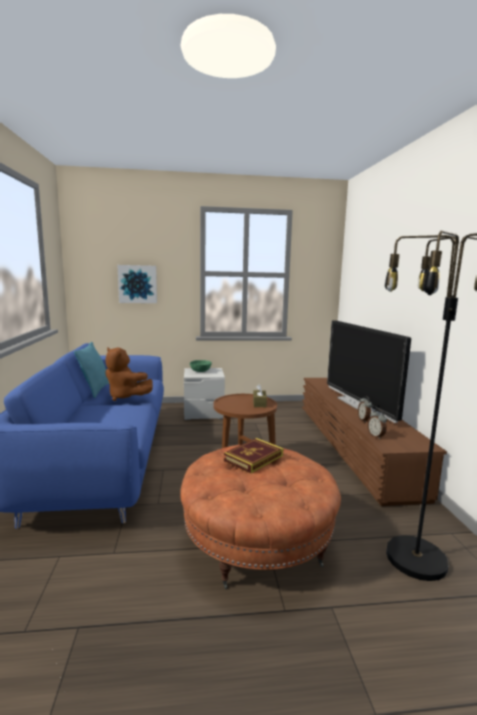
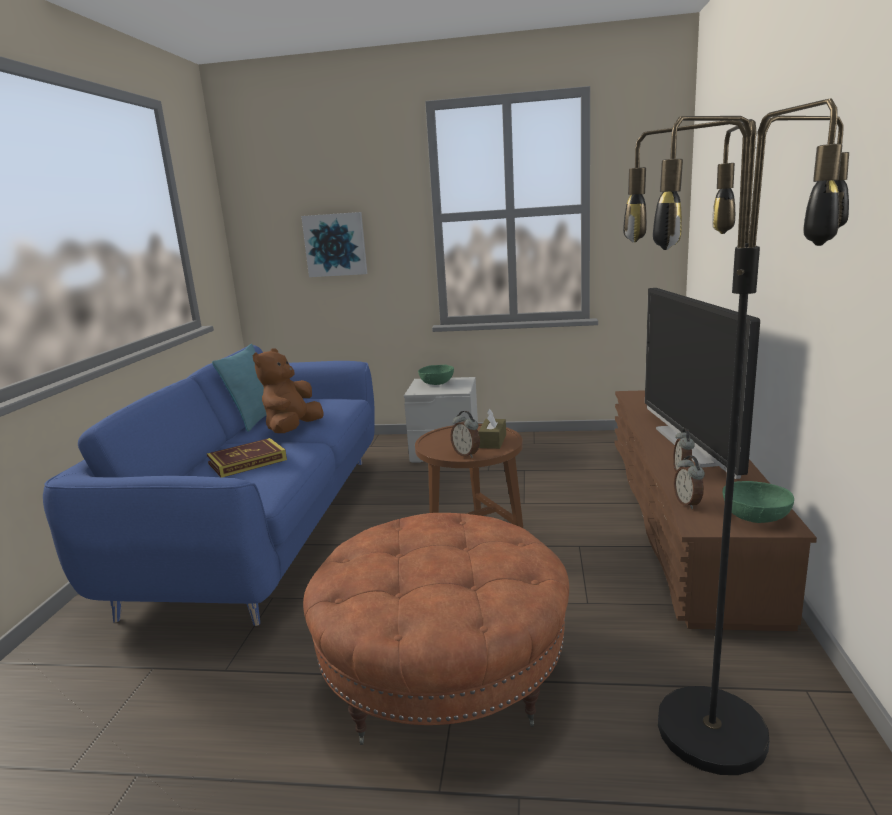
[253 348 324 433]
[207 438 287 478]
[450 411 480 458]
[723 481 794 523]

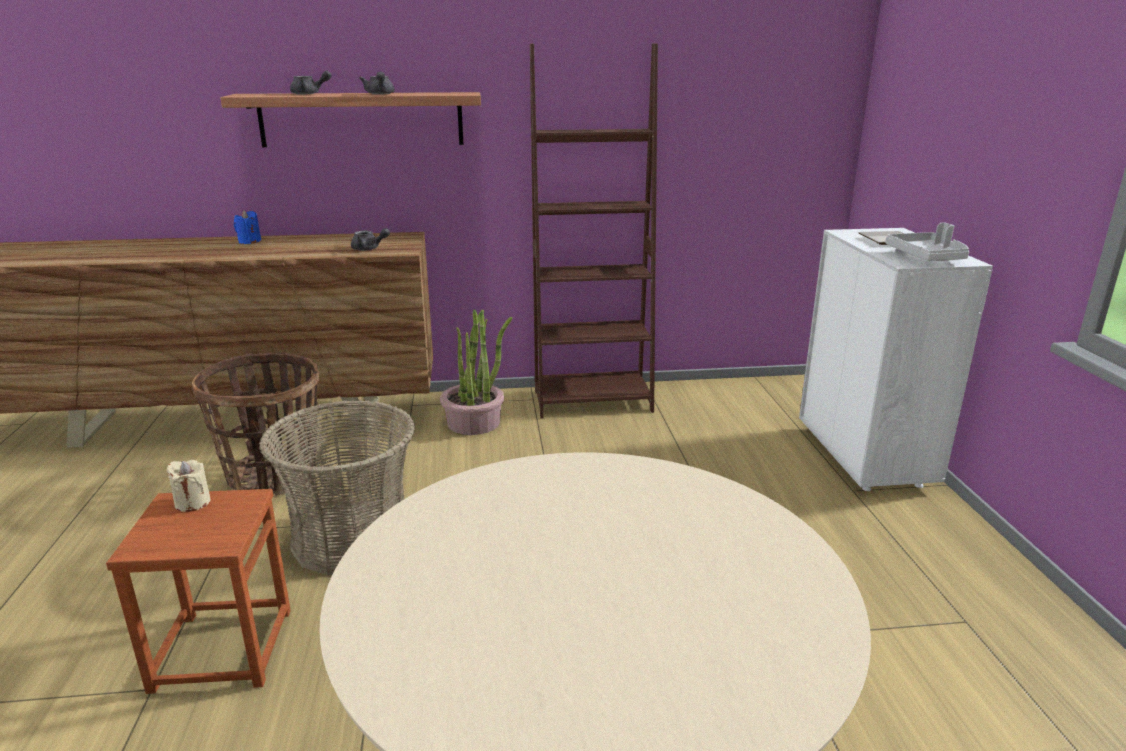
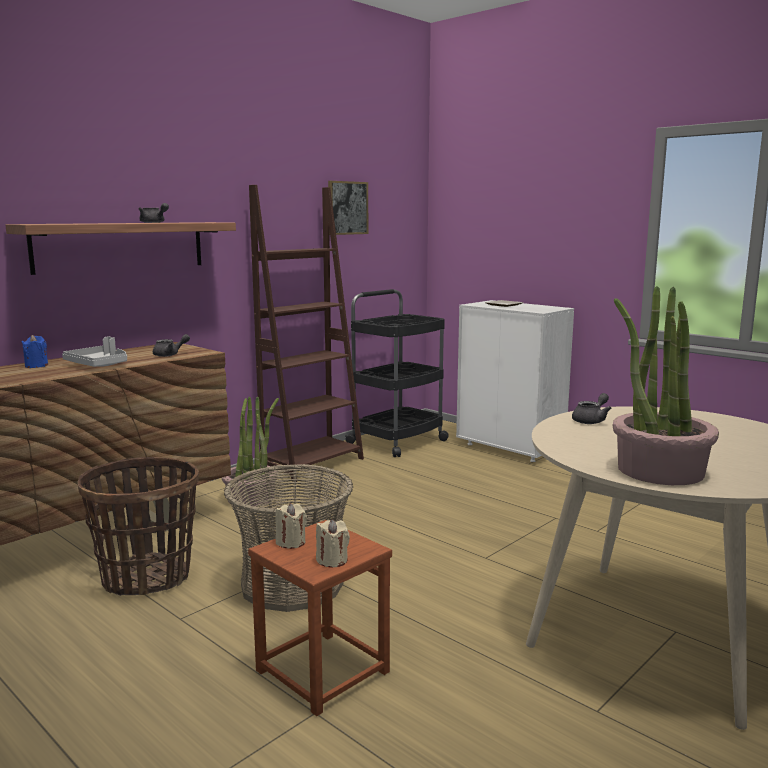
[572 393 611 424]
[62 337 127 367]
[328 181 368 235]
[613 286 719 485]
[346 289 449 457]
[316 519 350 567]

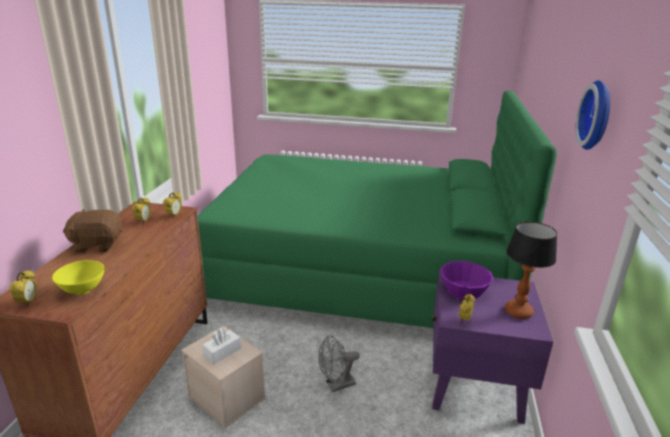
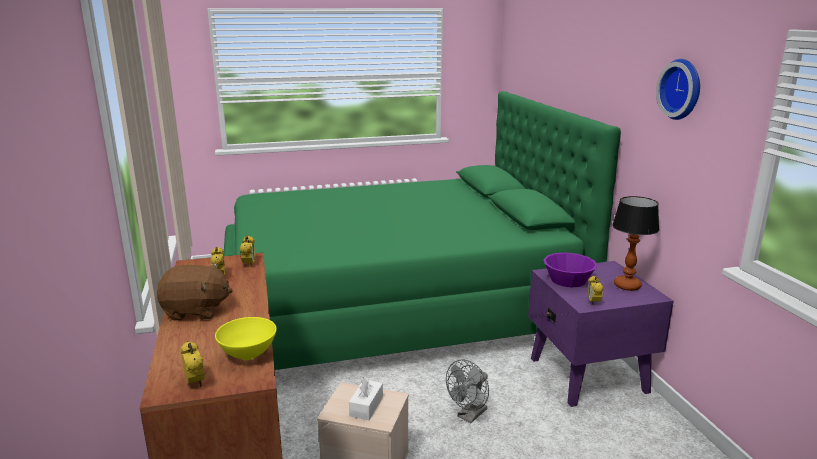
[157 263 233 321]

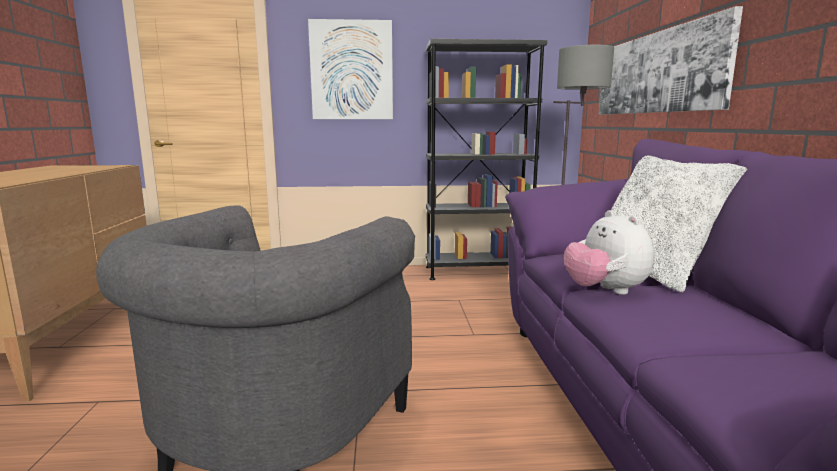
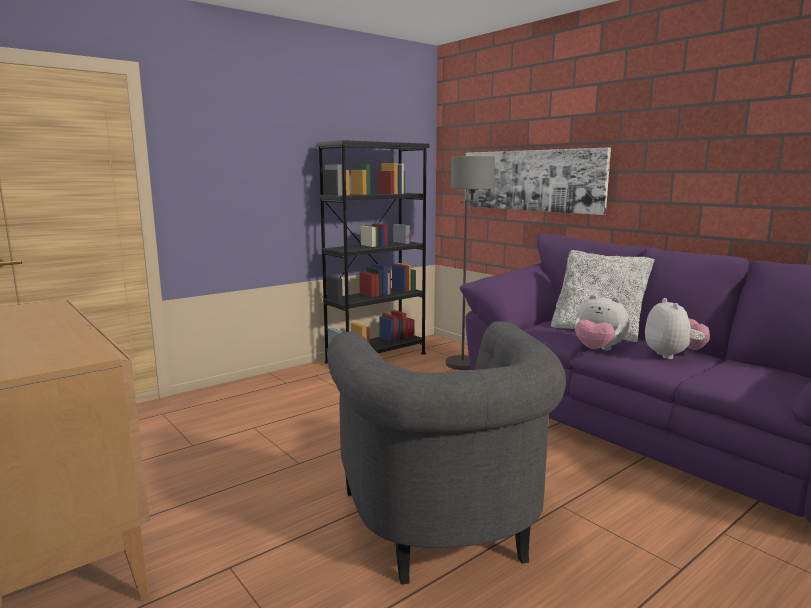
[308 19 393 119] (first image)
[645 298 710 359]

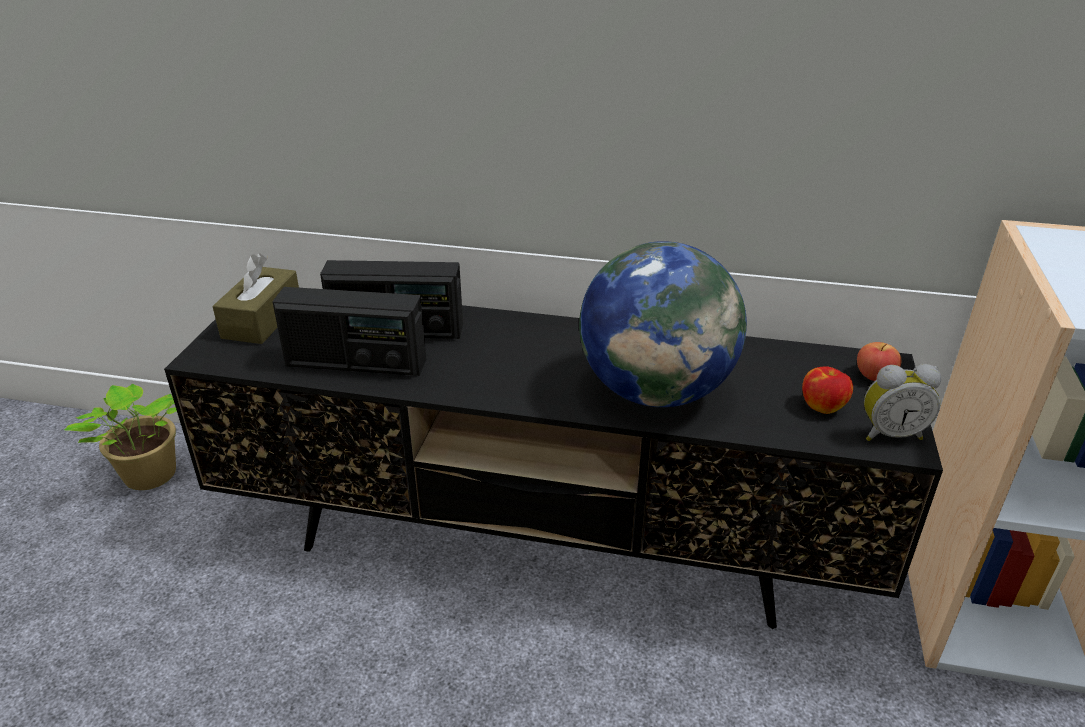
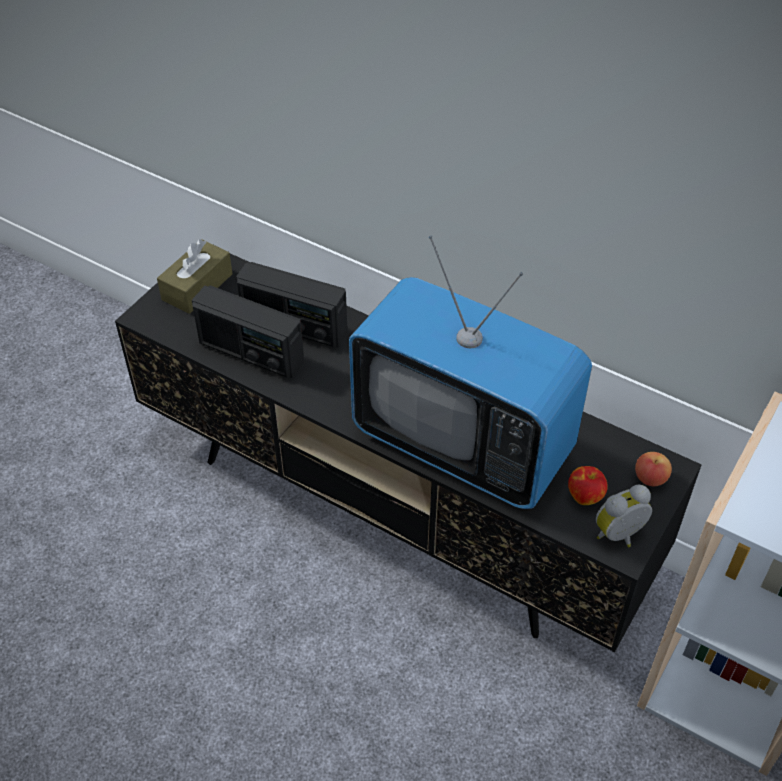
[349 236 592 509]
[596 484 652 547]
[64 384 177 490] (first image)

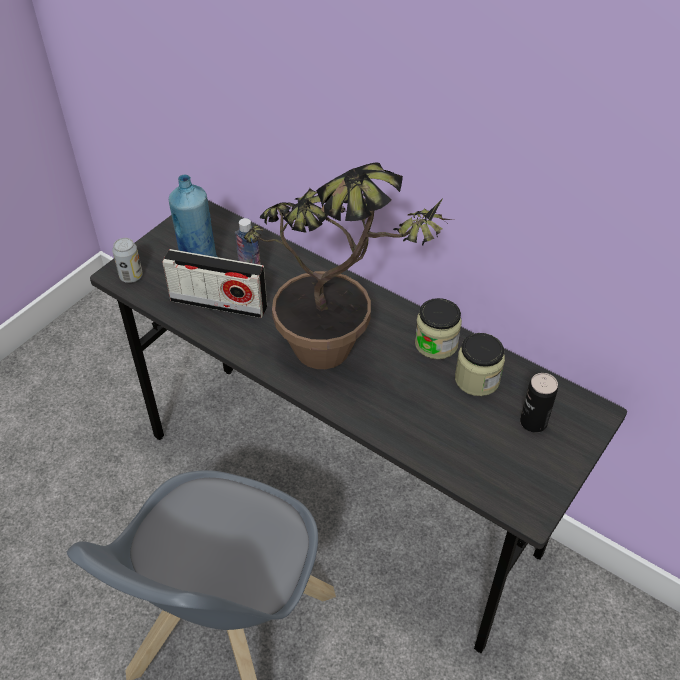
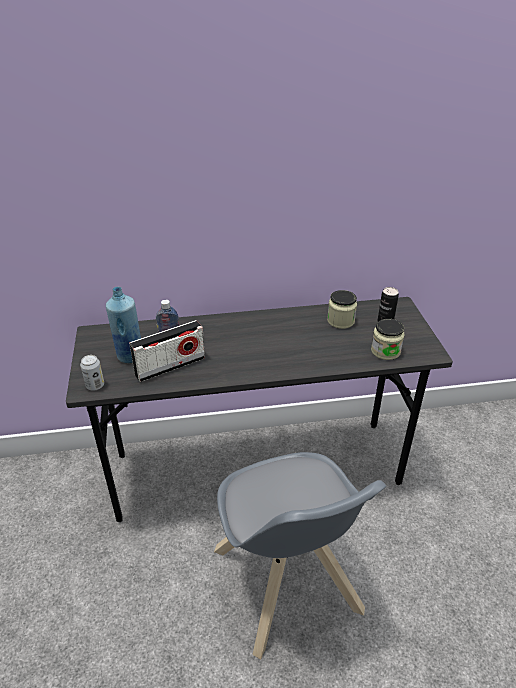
[244 163 454 369] (first image)
[371 319 405 360]

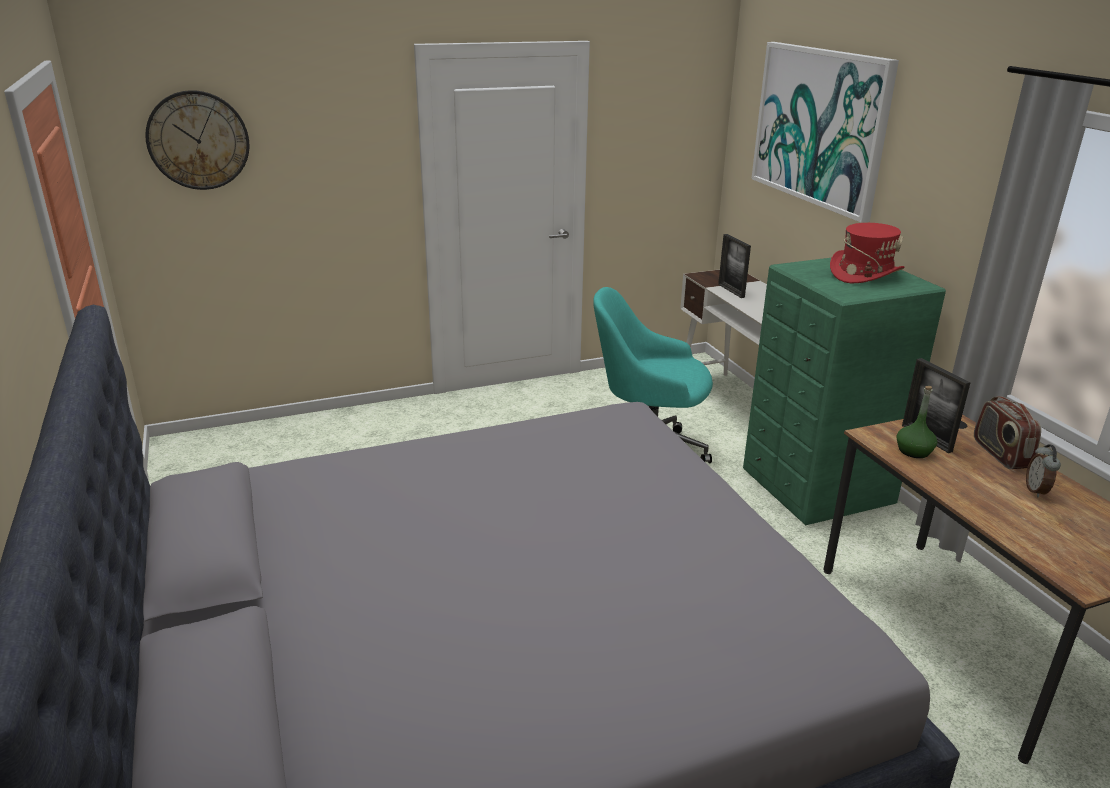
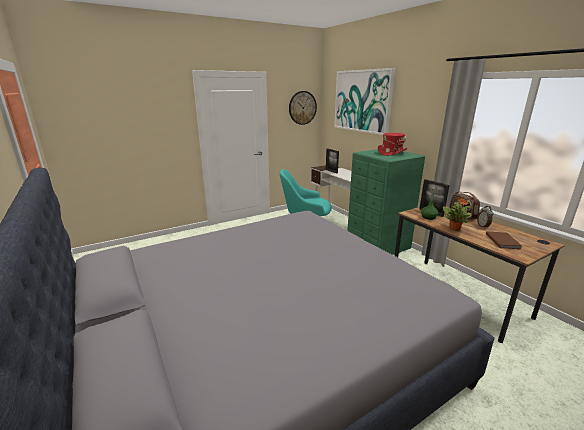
[289 91 317 125]
[443 197 472 231]
[486 232 522 249]

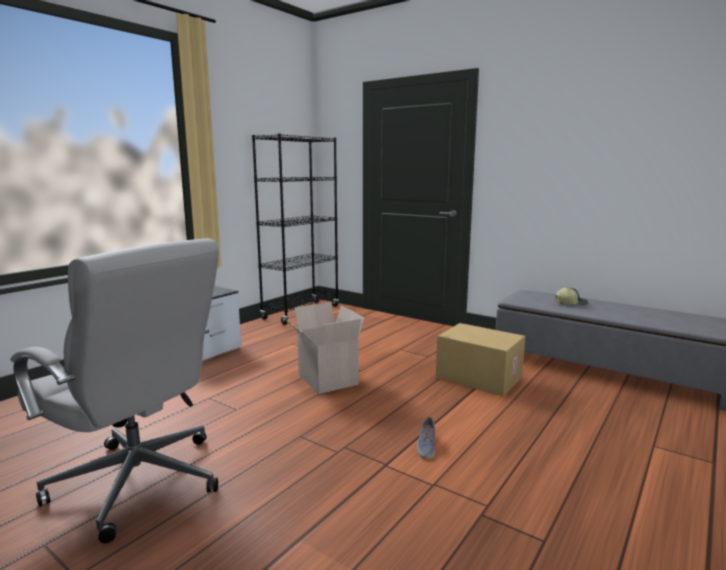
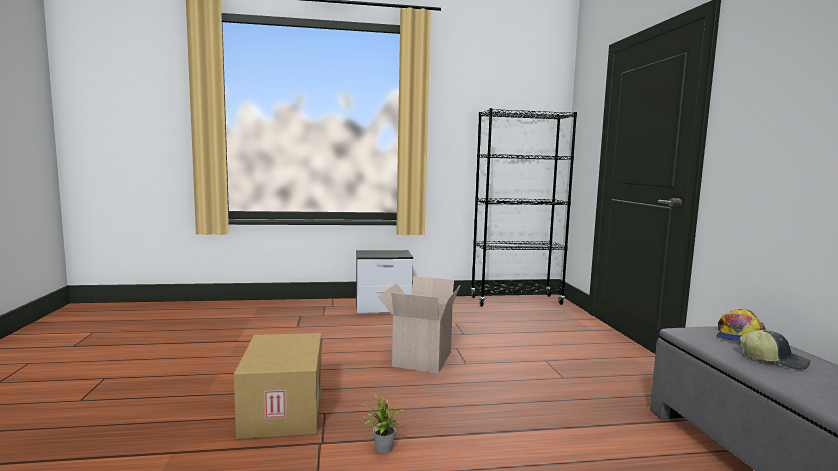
[10 238 219 543] (first image)
[234 333 322 439]
[363 393 405 453]
[716 309 766 341]

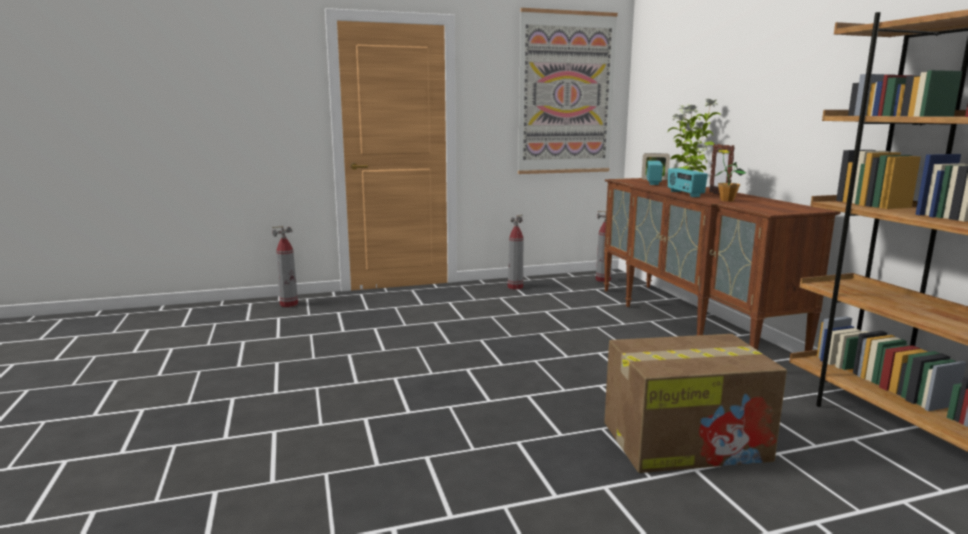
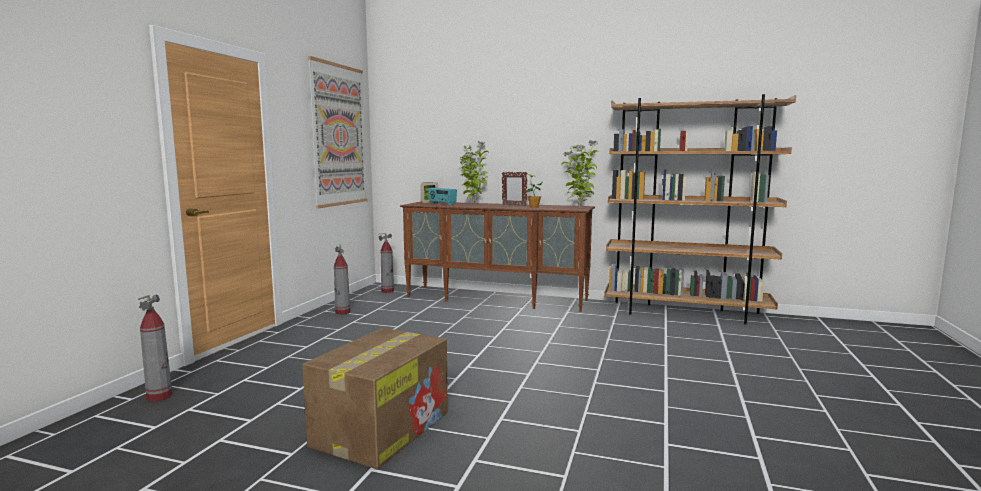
[668 168 708 197] (first image)
[302 328 448 469]
[561 140 599 207]

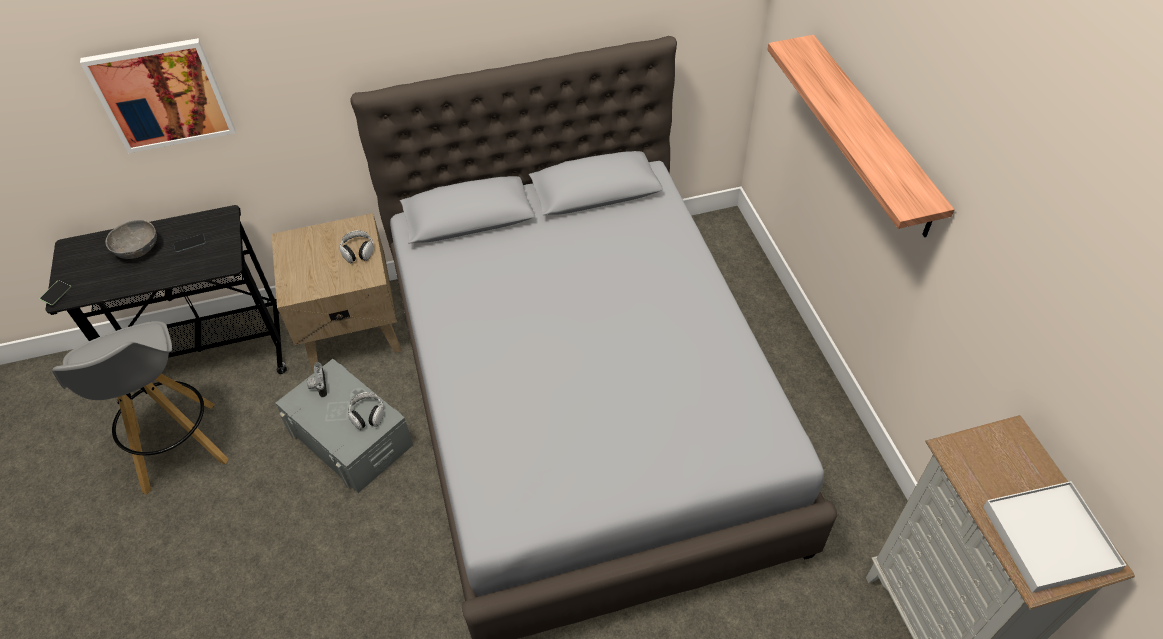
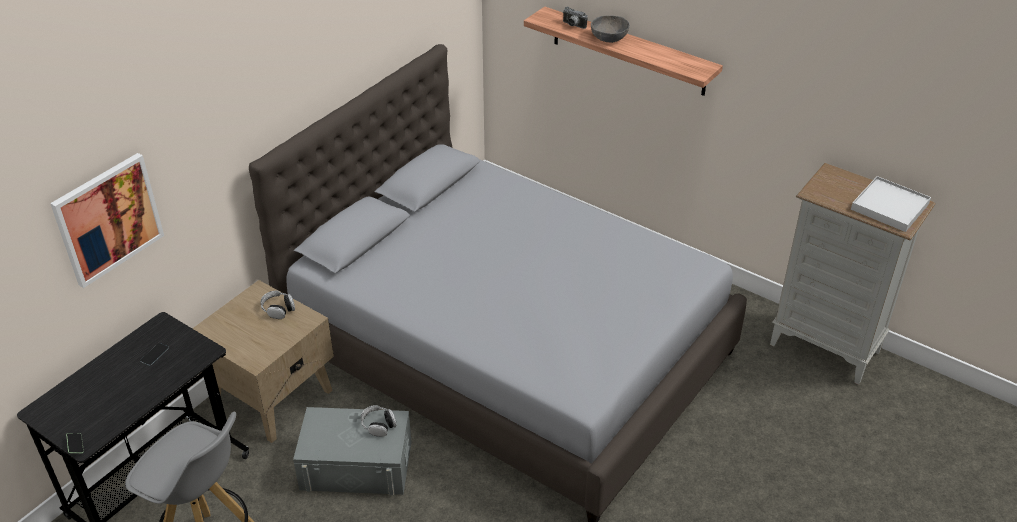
[591 15 630 43]
[563 7 588 29]

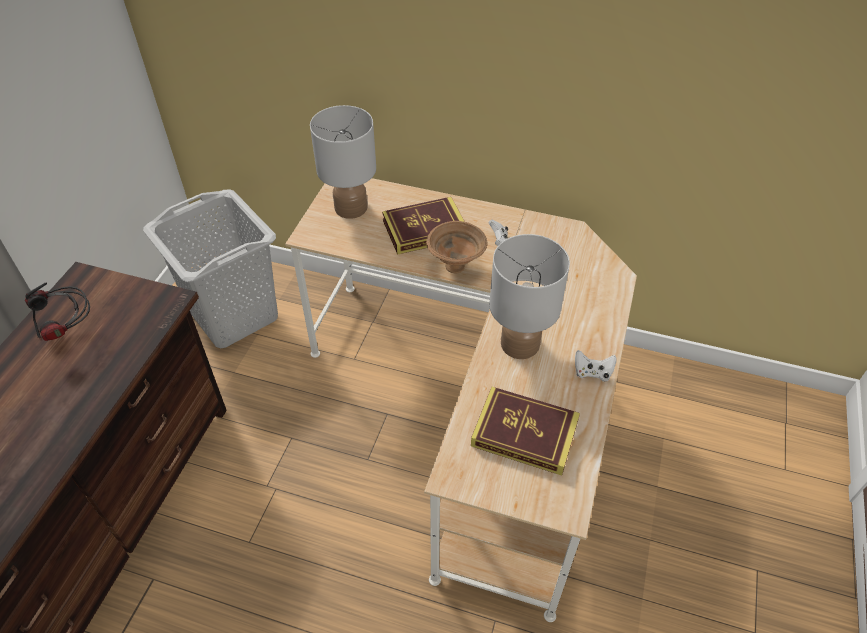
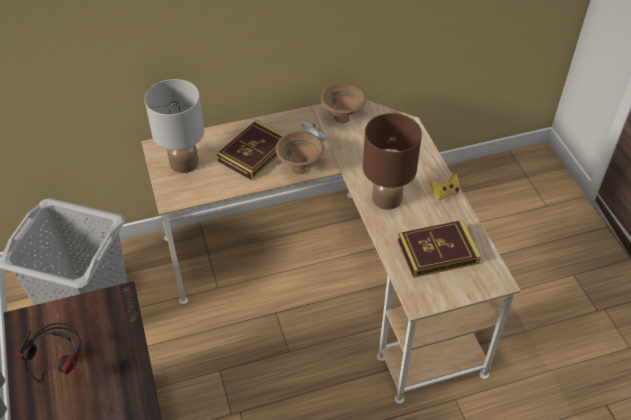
[363 113 422 210]
[430 174 459 200]
[321 83 367 123]

